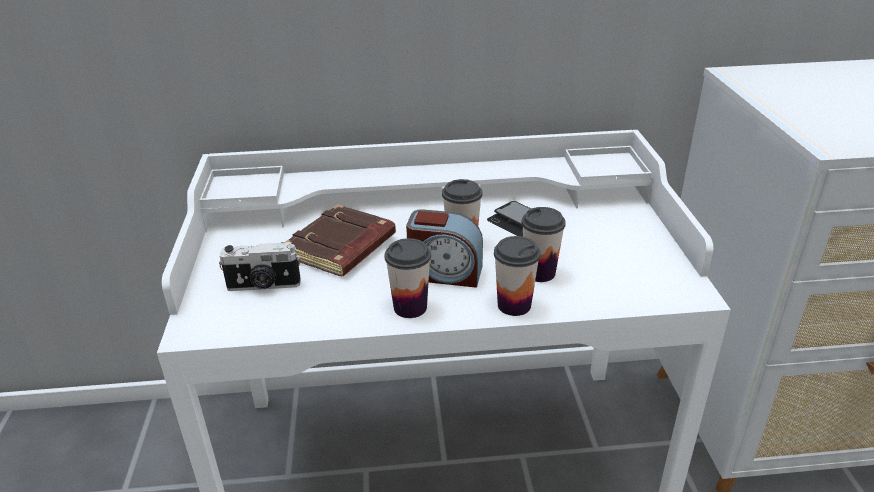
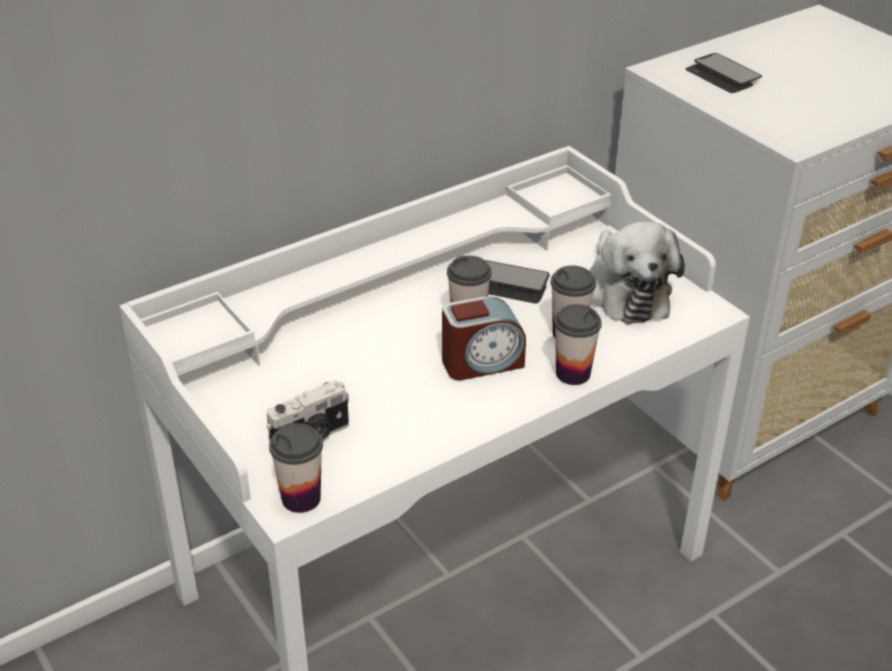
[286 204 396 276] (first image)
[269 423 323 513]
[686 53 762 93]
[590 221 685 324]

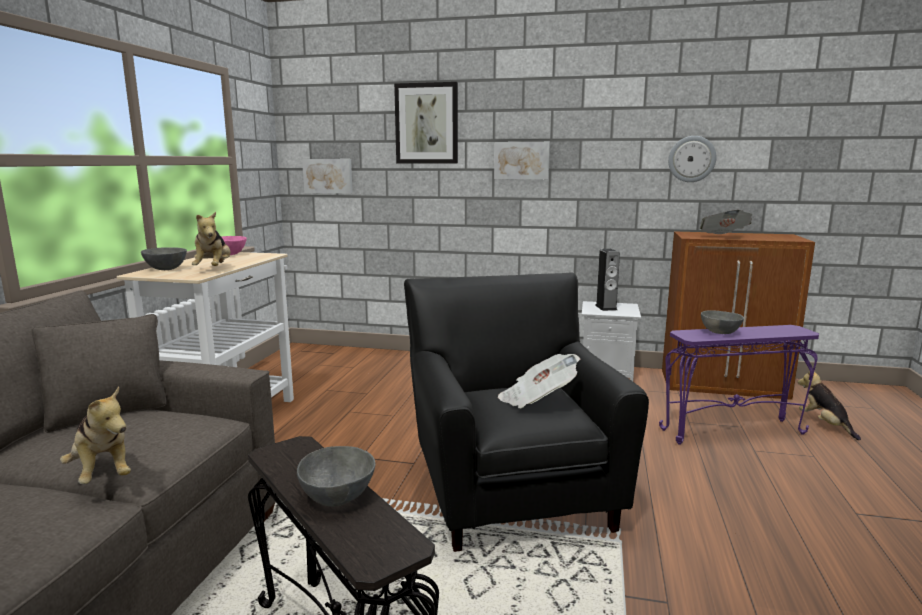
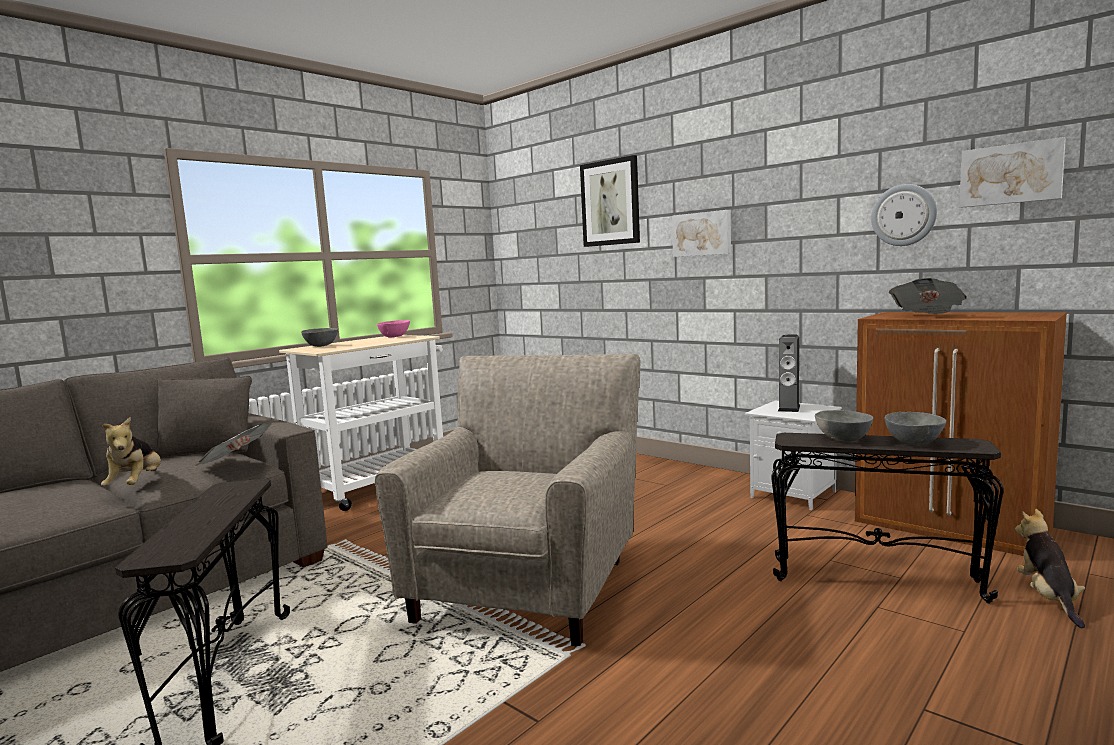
[959 137 1066 208]
[192 212 231 266] (first image)
[375 354 640 646]
[771 433 1004 603]
[196 423 271 465]
[885 412 946 446]

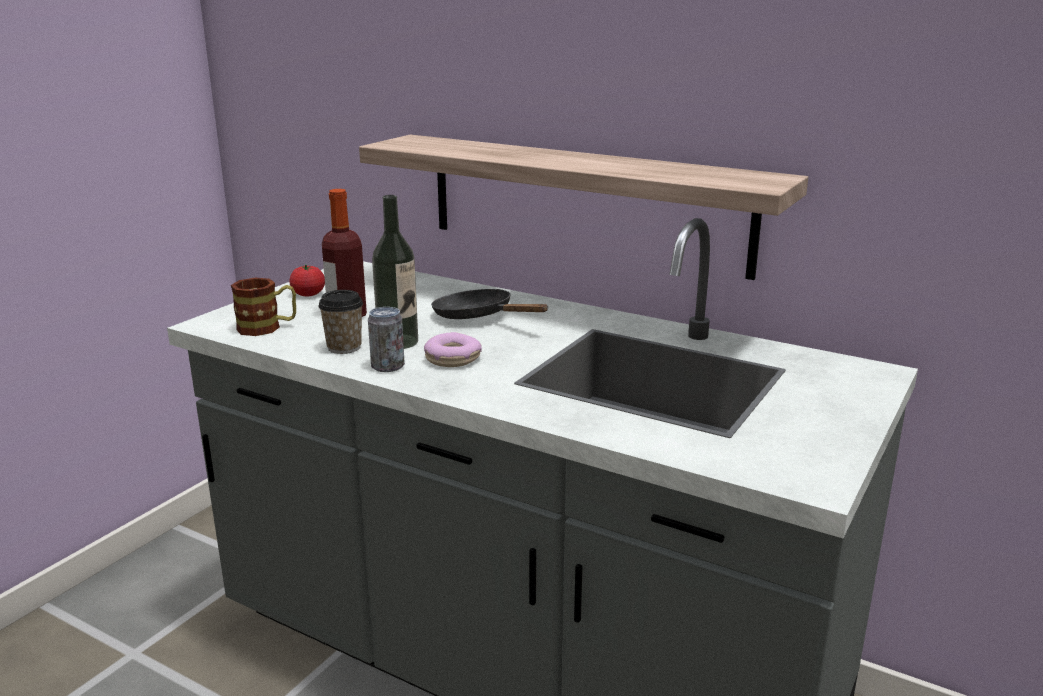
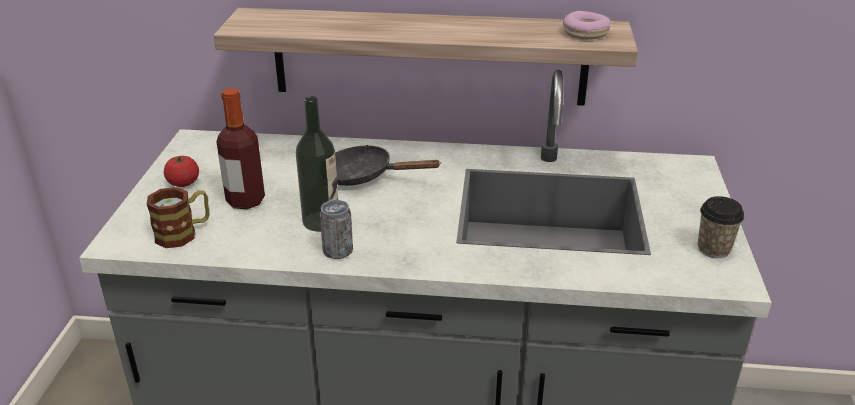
[698 196 744 258]
[563 11 611 40]

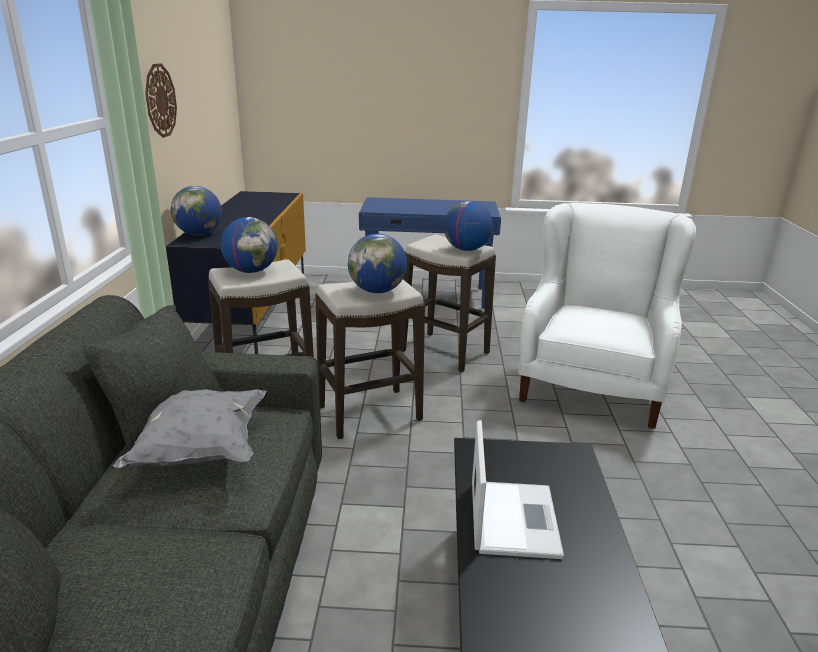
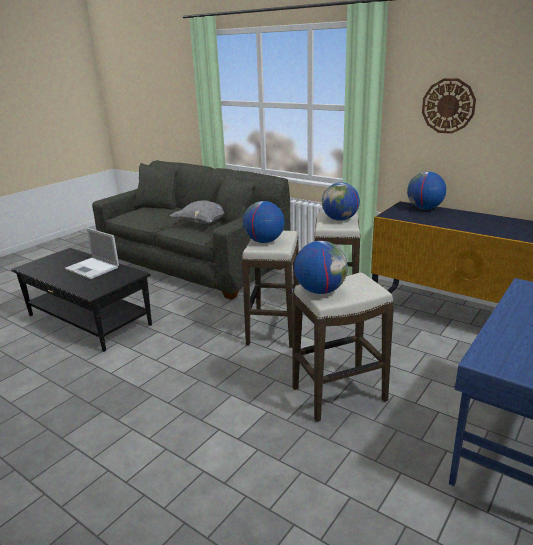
[518 203 696 429] (first image)

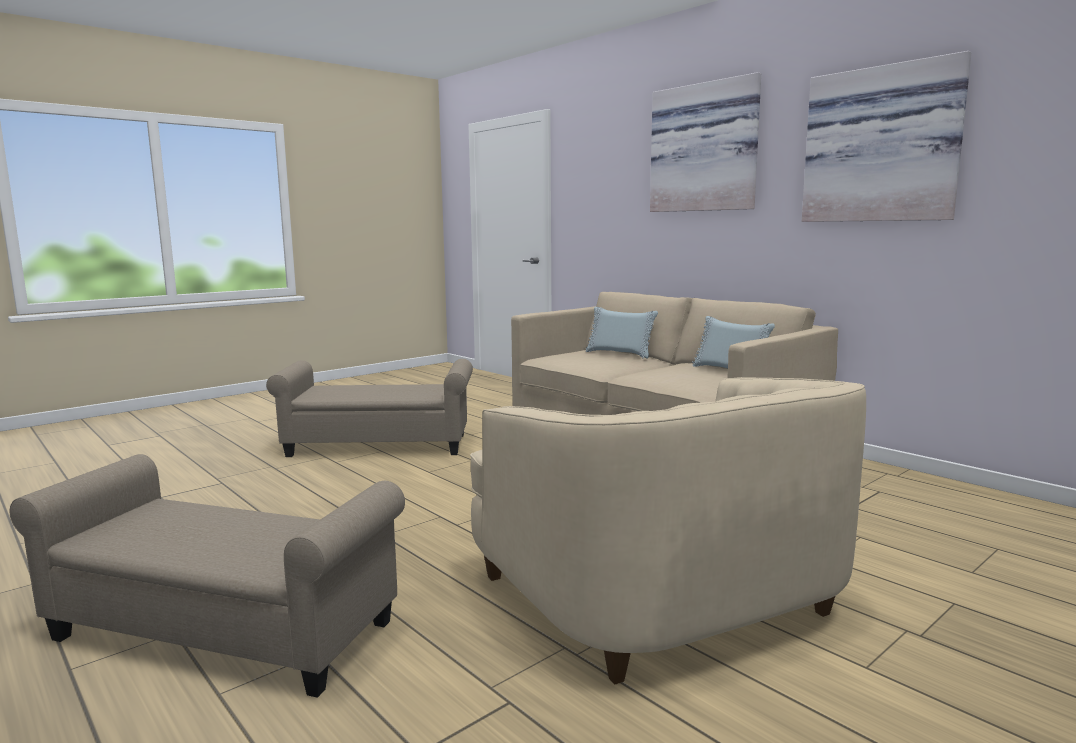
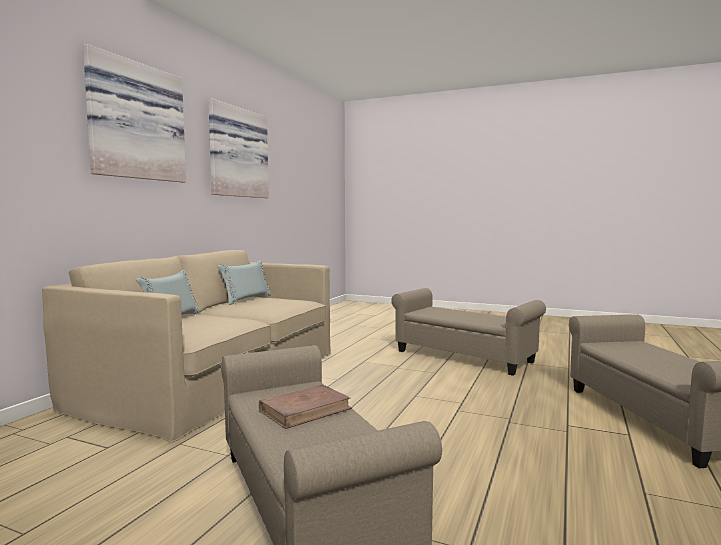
[391 288 546 376]
[259 384 352 429]

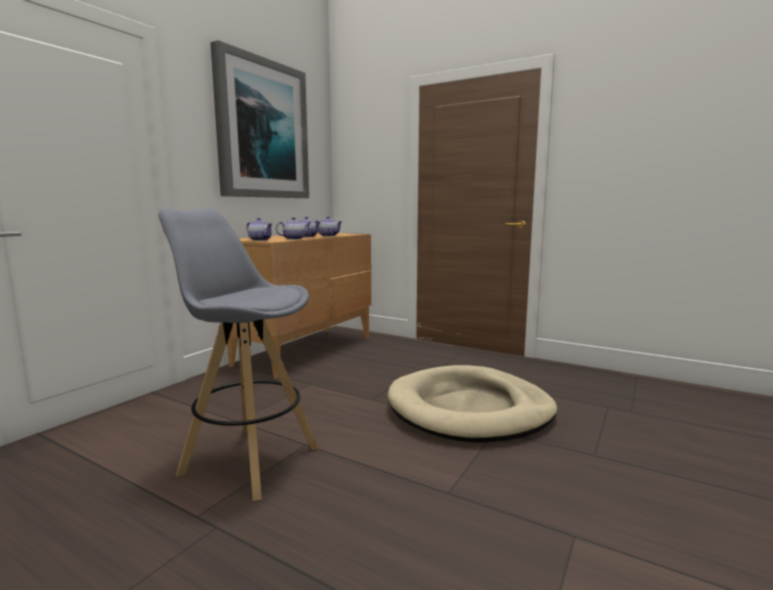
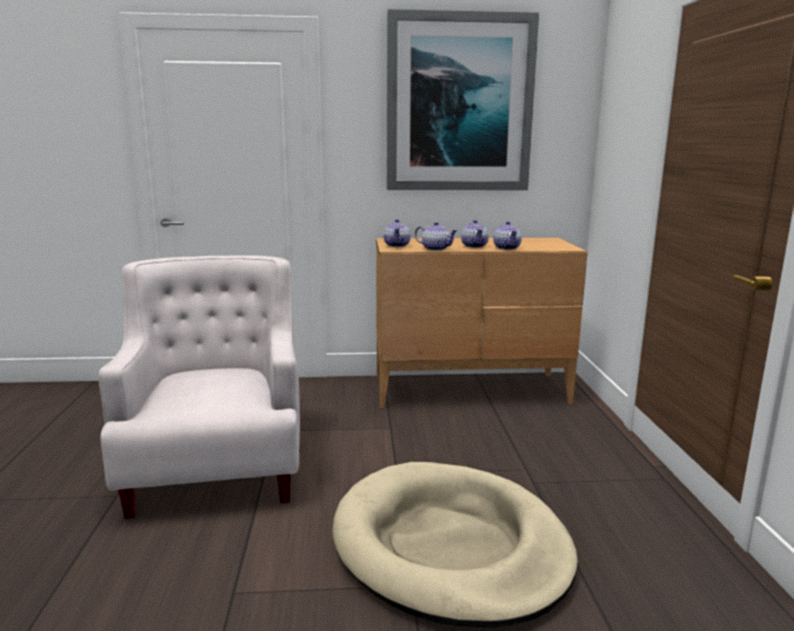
[99 255 300 519]

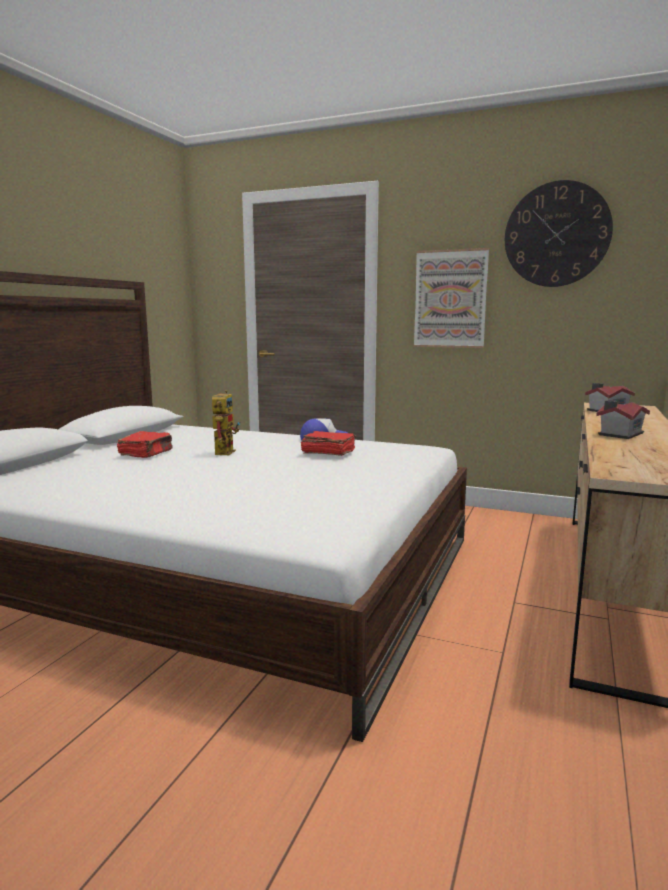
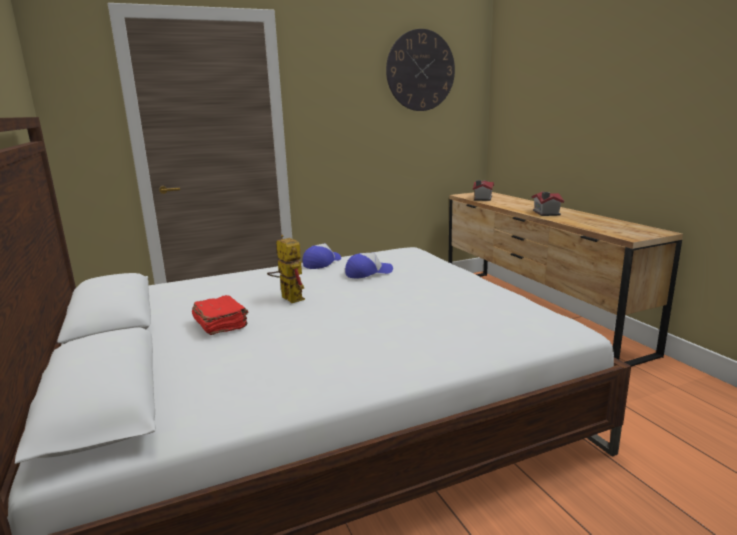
[414 248 489 348] (first image)
[345 253 393 278]

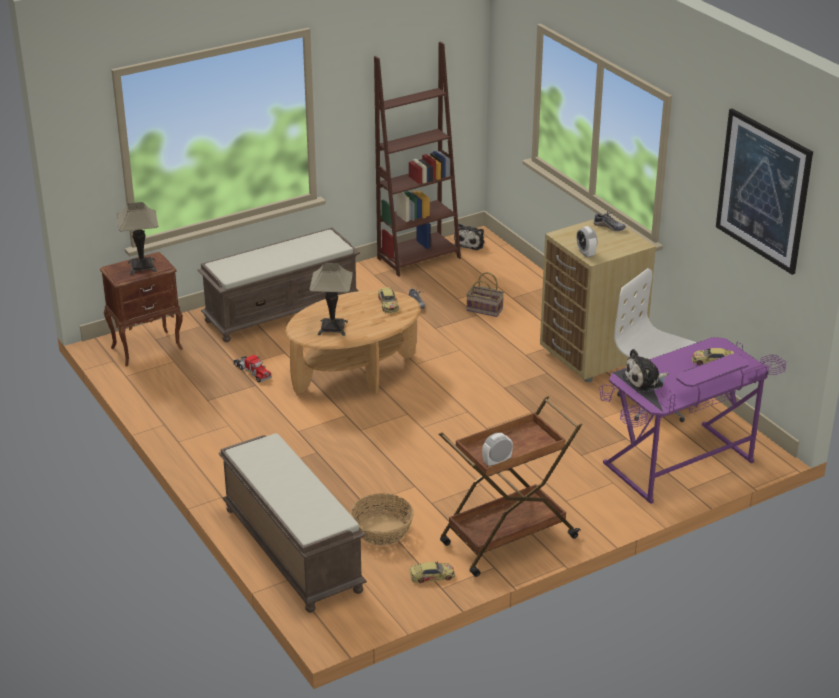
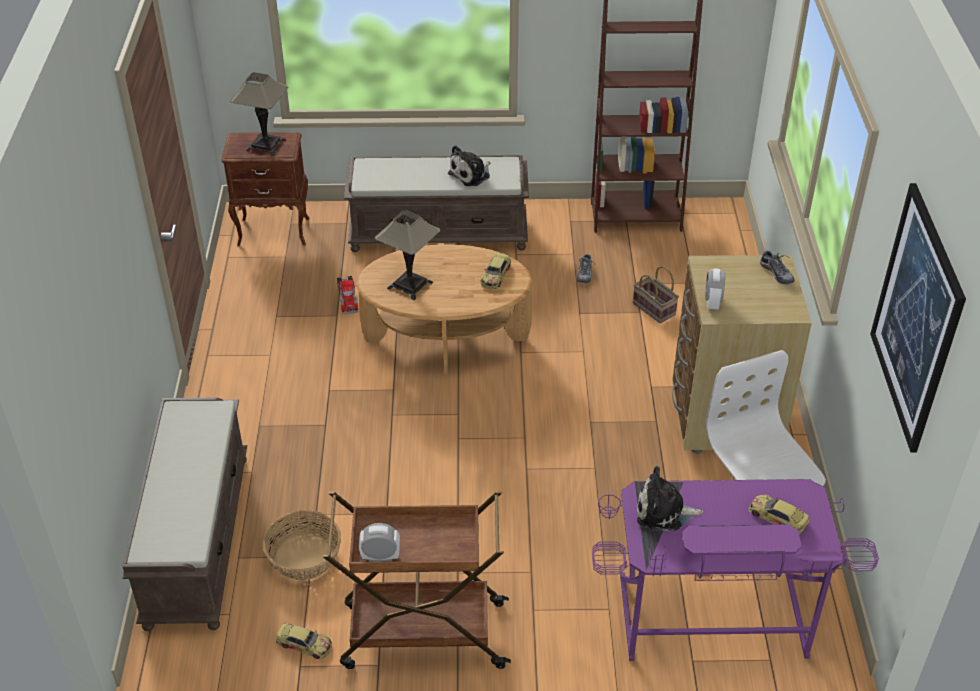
[448 145 490 186]

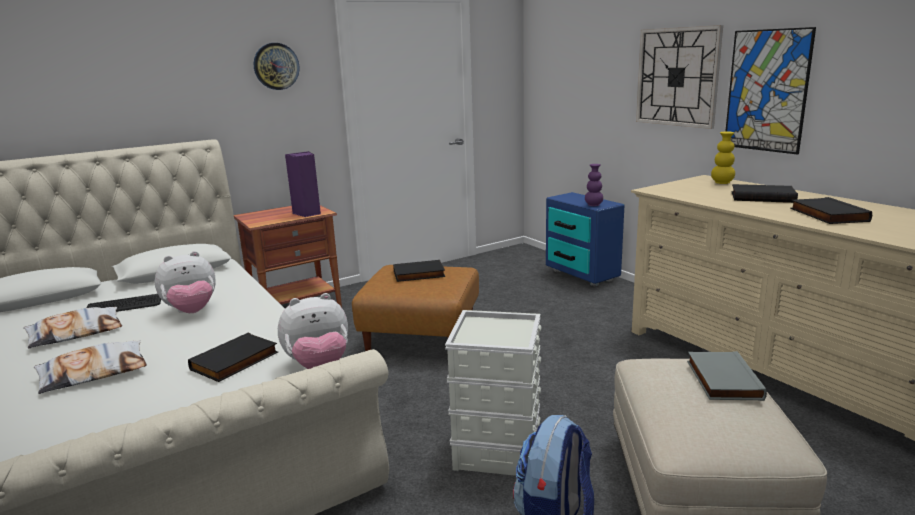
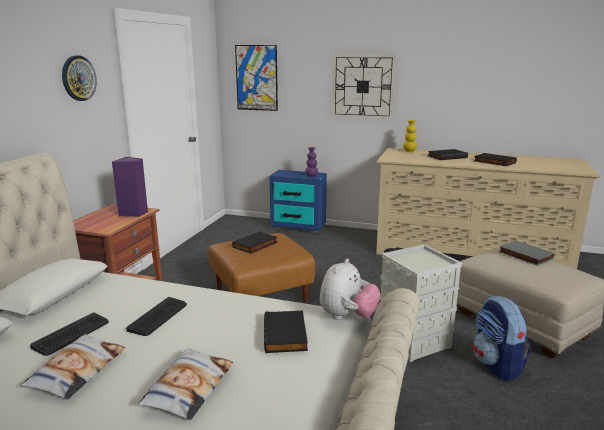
[235 45 278 111]
[126 297 187 336]

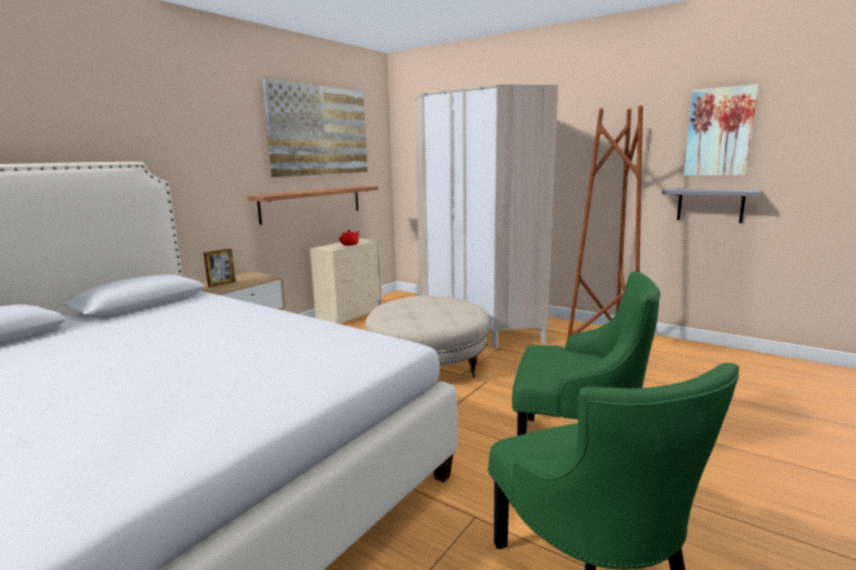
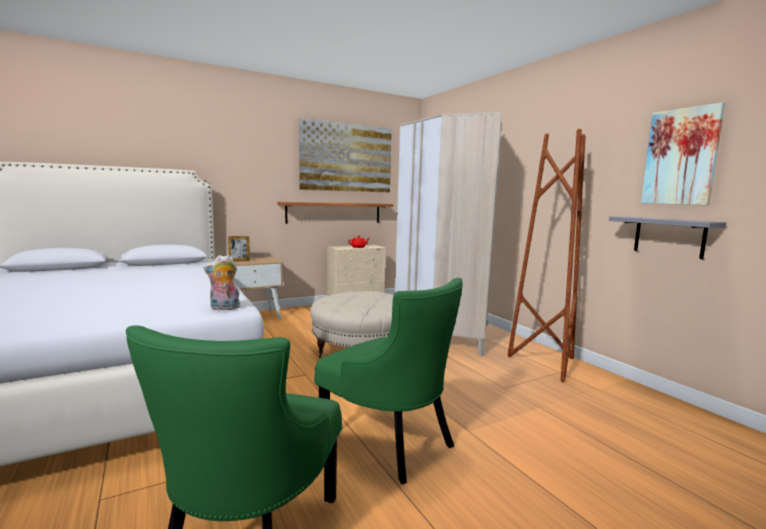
[204 255 240 310]

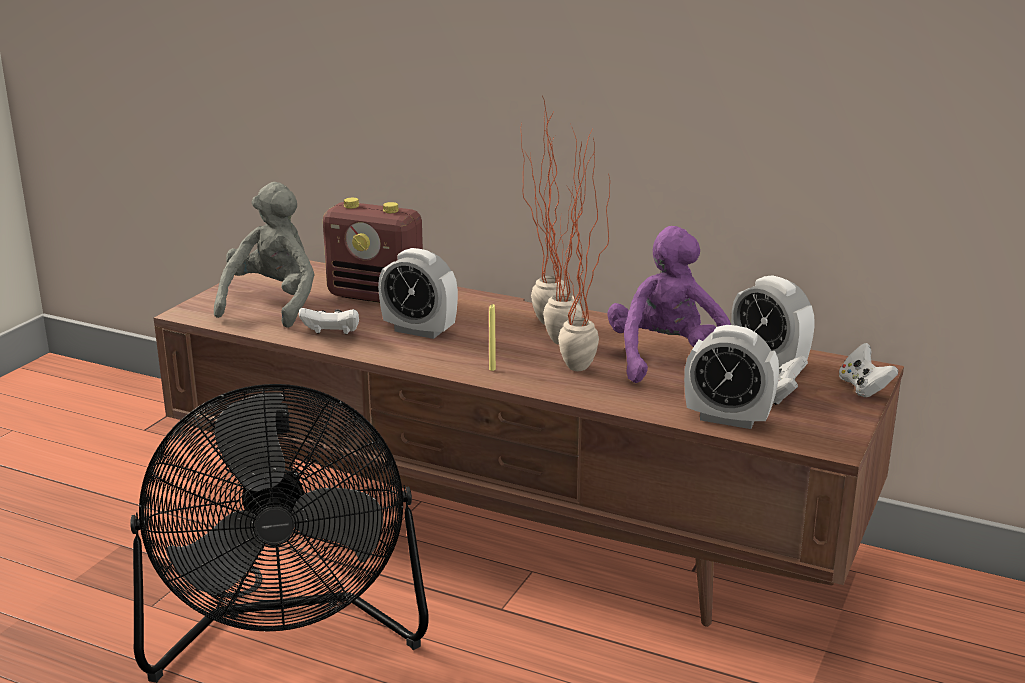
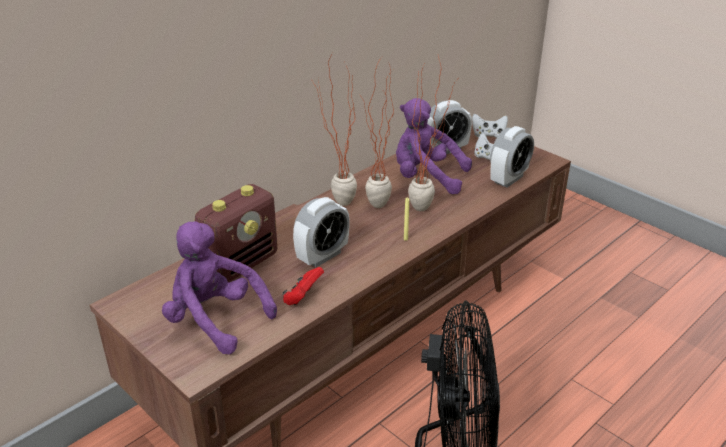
[162 221 277 354]
[282 267 324 305]

